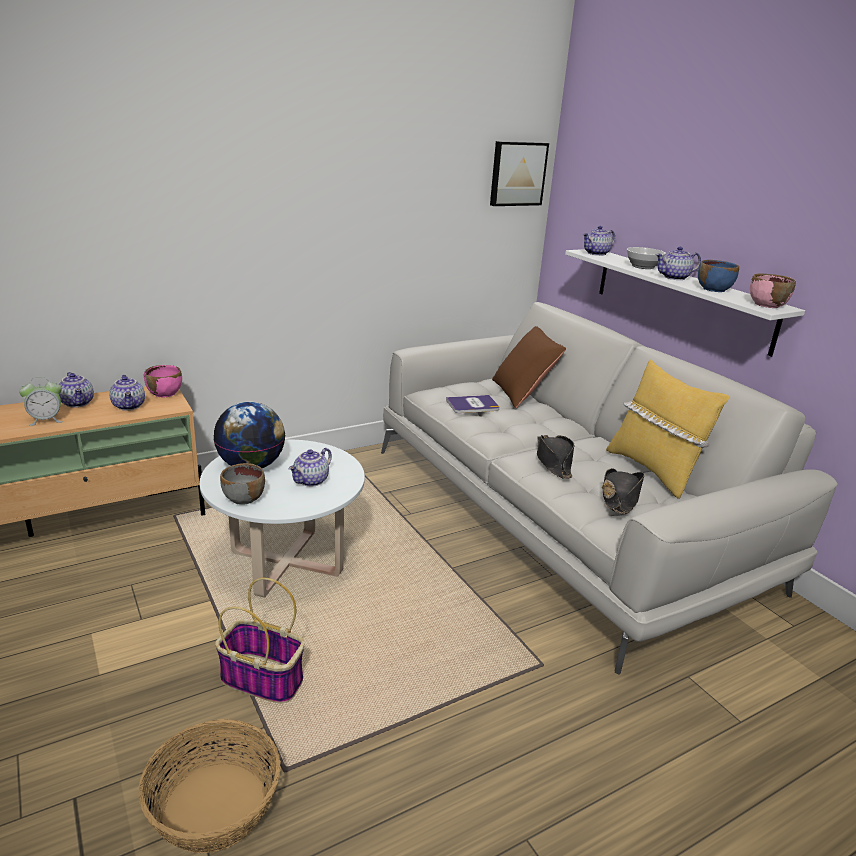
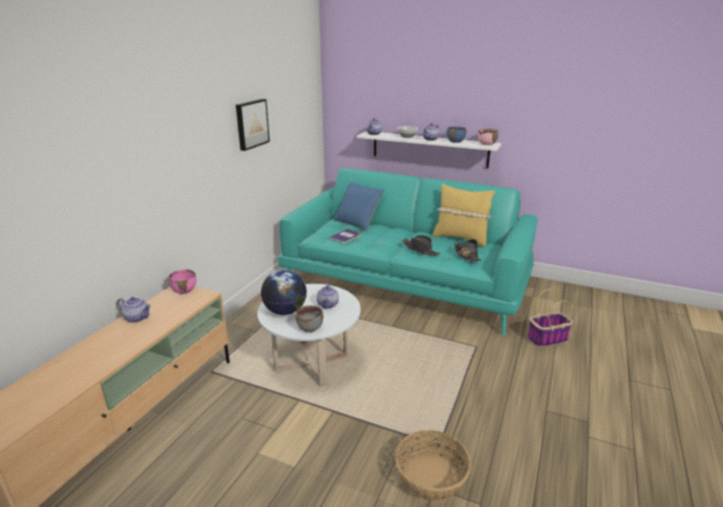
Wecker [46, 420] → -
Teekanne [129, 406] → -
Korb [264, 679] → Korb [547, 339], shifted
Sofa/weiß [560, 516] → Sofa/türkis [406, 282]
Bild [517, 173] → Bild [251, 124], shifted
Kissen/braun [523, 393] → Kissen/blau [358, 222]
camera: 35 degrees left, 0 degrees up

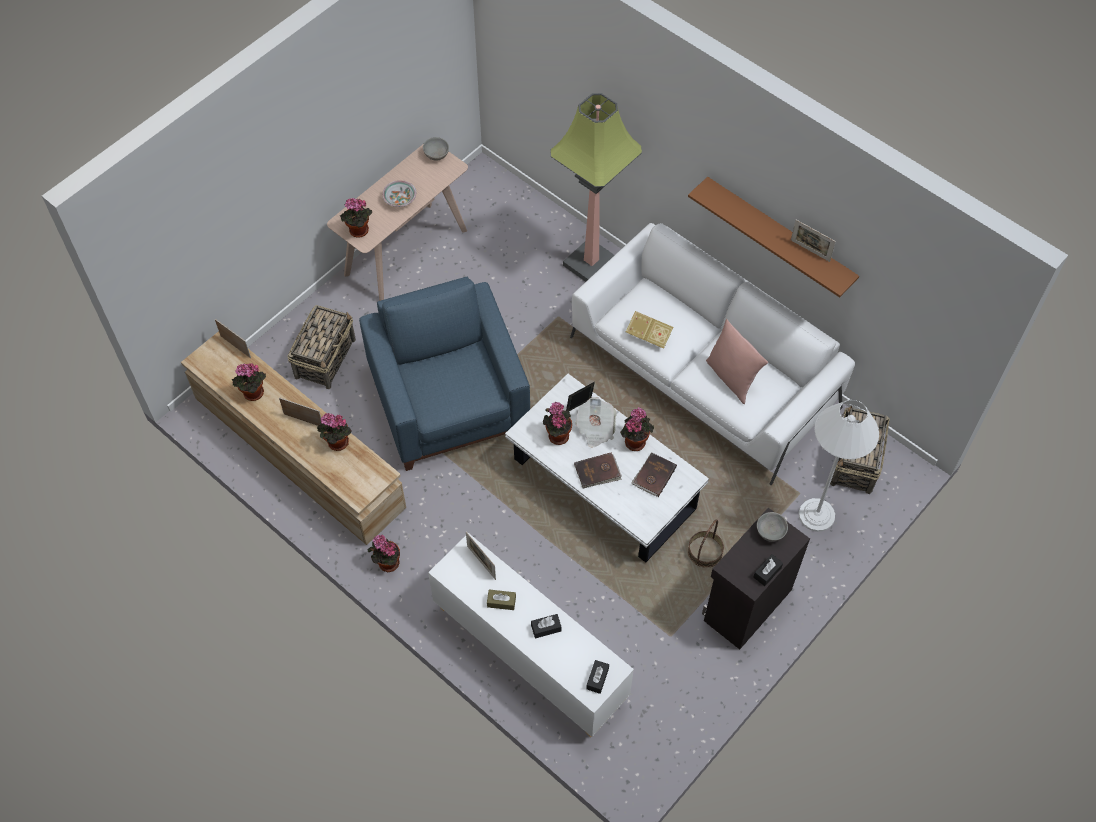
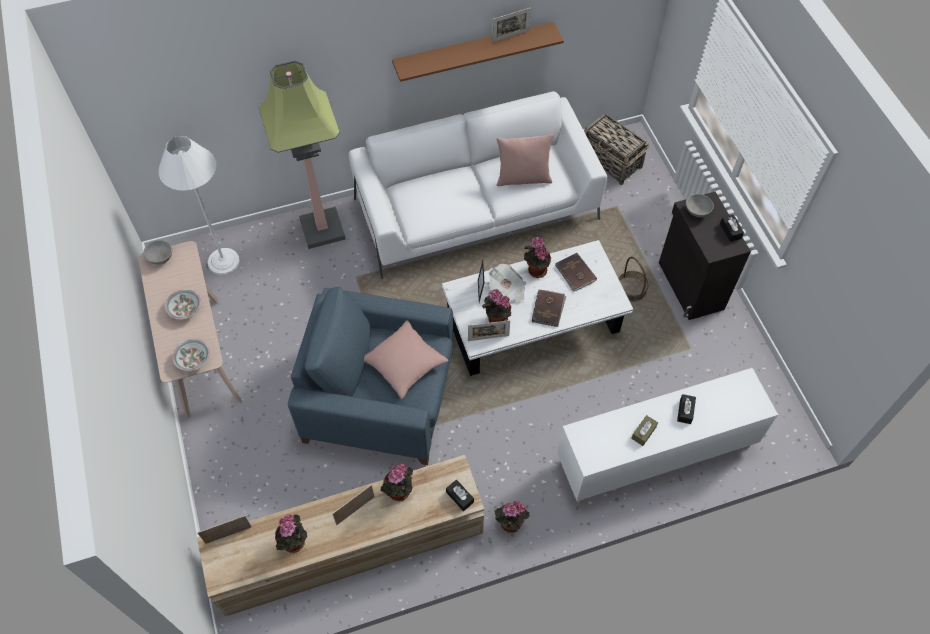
Korb [325, 357] → -
Topfpflanze [358, 232] → Schüssel [193, 359]
Bilderrahmen [481, 562] → Bilderrahmen [488, 338], shifted
Taschentuchbox/schwarz [597, 679] → Taschentuchbox/schwarz [459, 497], shifted
Buch [649, 335] → -
Stehlampe/weiß [816, 515] → Stehlampe/weiß [223, 261], shifted
- → Kissen/rosa [405, 364]
camera: 60 degrees left, 0 degrees up

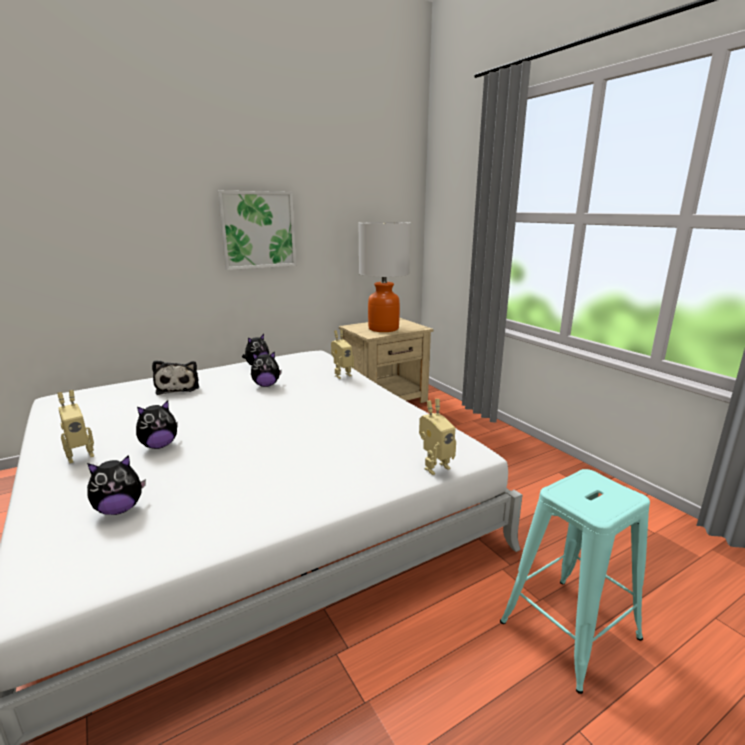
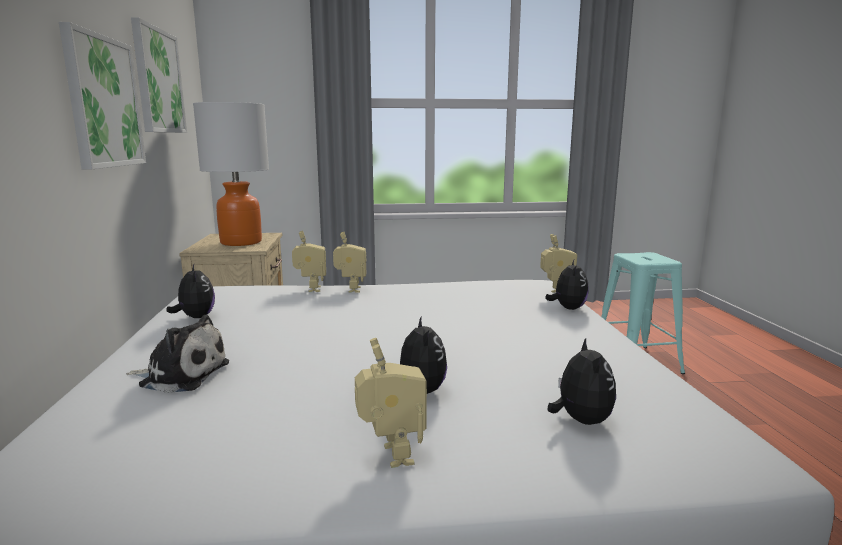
Plüschtier [266, 385] → Plüschtier [568, 308], shifted
- → Bild [158, 81]
- → Spielzeugroboter [350, 290]
camera: 65 degrees left, 5 degrees down

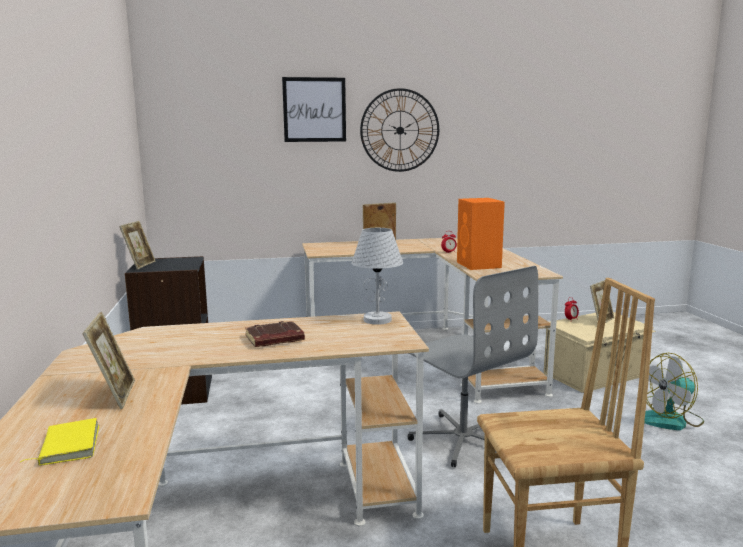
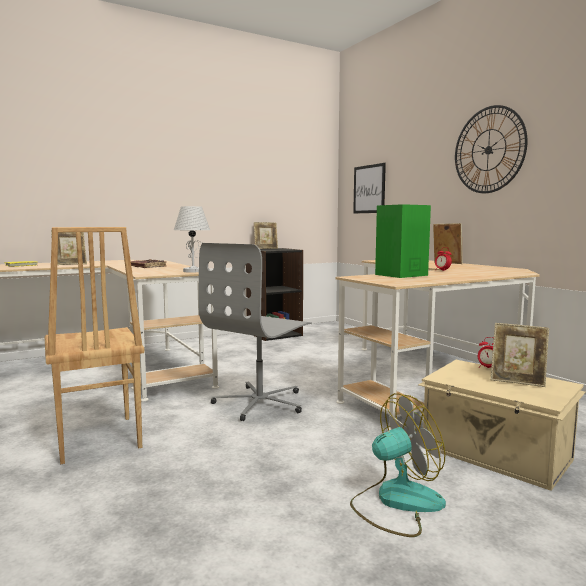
Bild [314, 110] → Bild [369, 189], shifted
Lautsprecher/orange [479, 265] → Lautsprecher/grün [400, 275]
Ventilator [670, 420] → Ventilator [396, 502], 105 degrees clockwise
camera: 70 degrees right, 5 degrees down

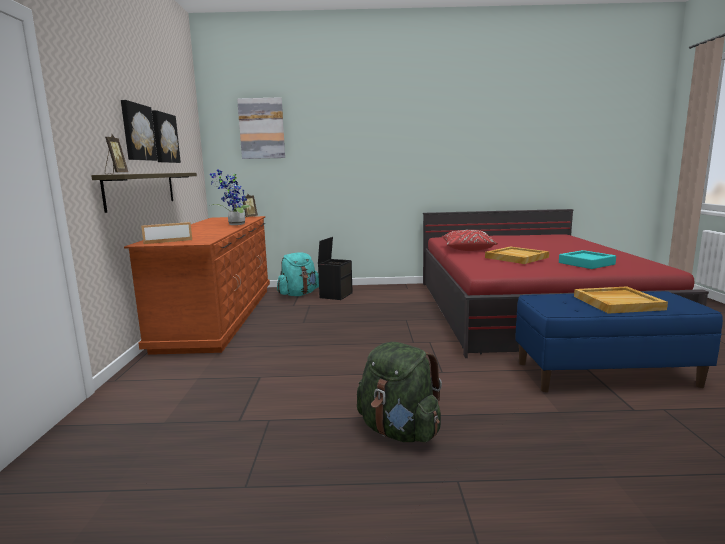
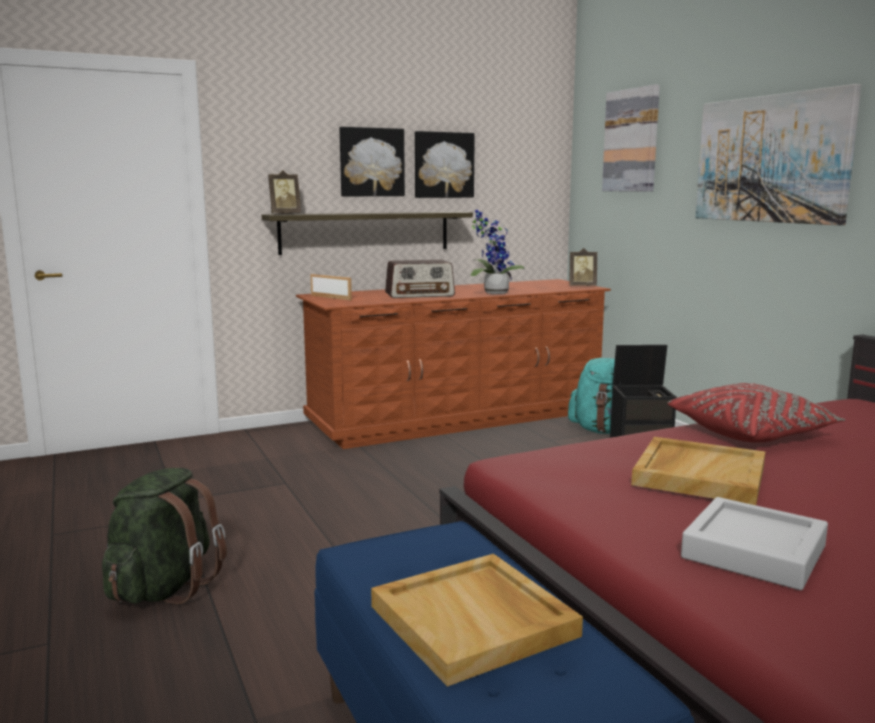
Tablett/türkis [586, 263] → Tablett/grau [753, 552]
- → Radio [420, 295]
- → Bild [771, 159]
camera: 65 degrees right, 0 degrees up

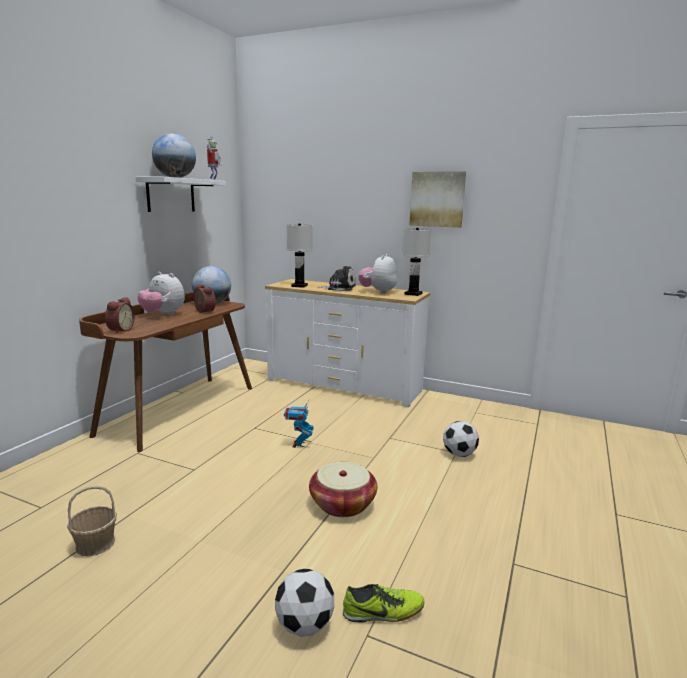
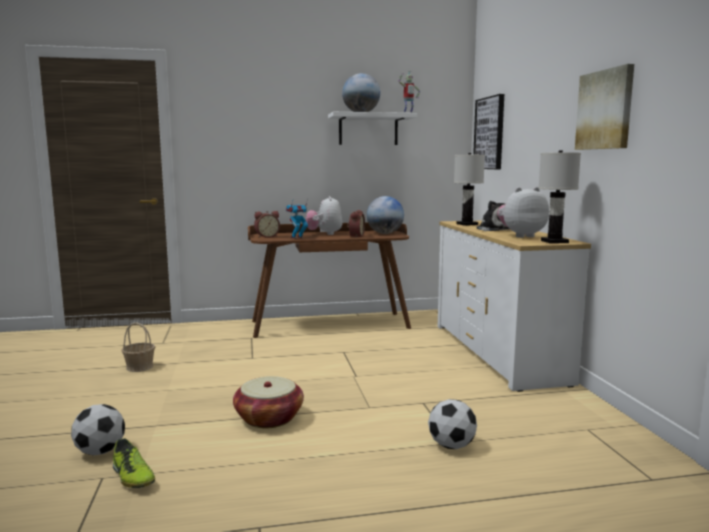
Spielzeugroboter [298, 444] → Spielzeugroboter [297, 238], shifted
- → Bild [489, 133]
camera: 55 degrees right, 5 degrees down

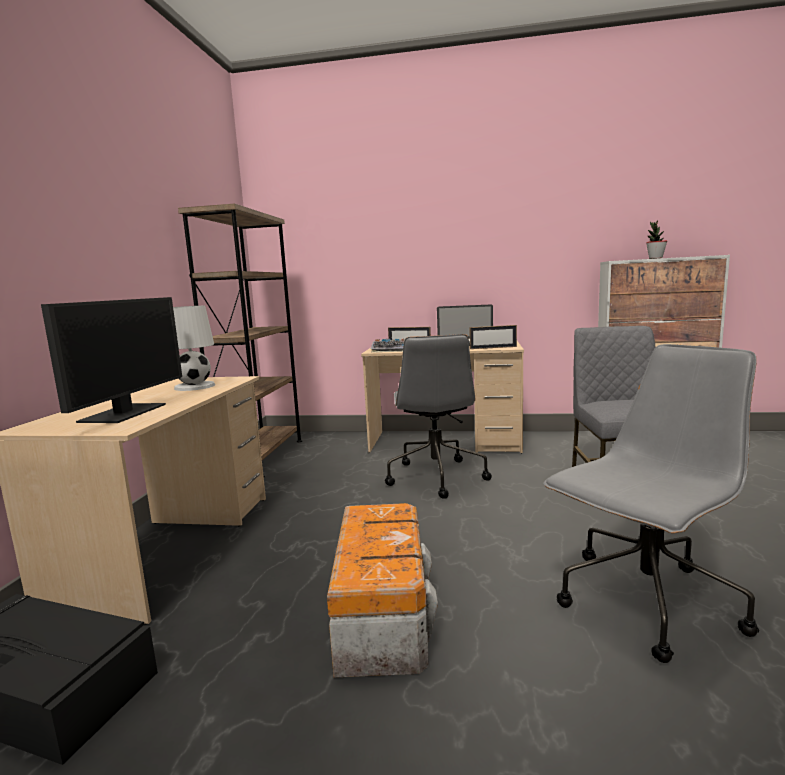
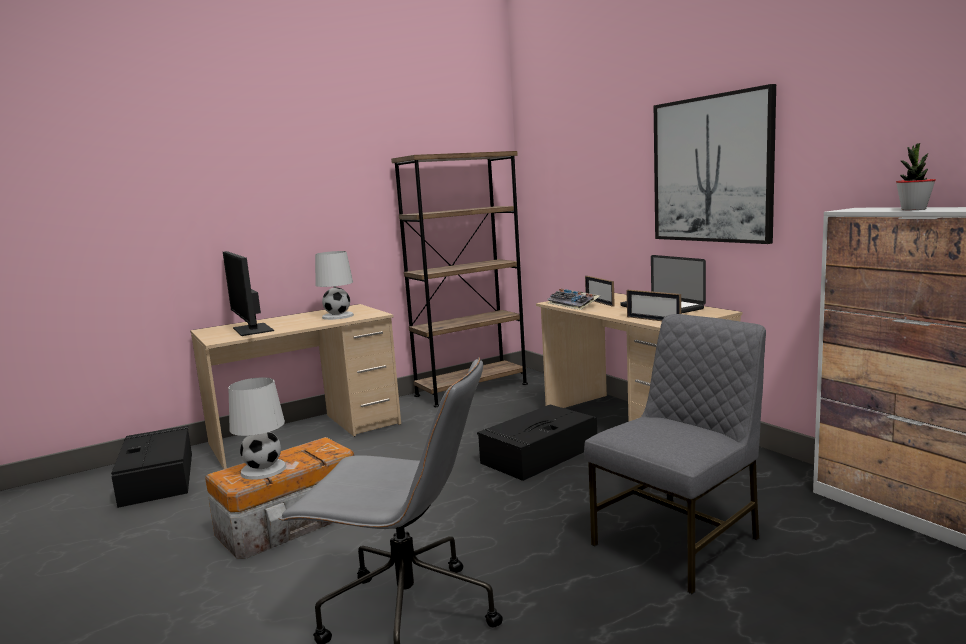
Monitor [124, 413] → Monitor [252, 329], 90 degrees clockwise
Bürostuhl/grau [435, 476] → Aufbewahrungsbox/schwarz [538, 455]
- → Tischlampe/weiß [263, 469]
- → Bild [711, 169]
camera: 50 degrees right, 0 degrees up

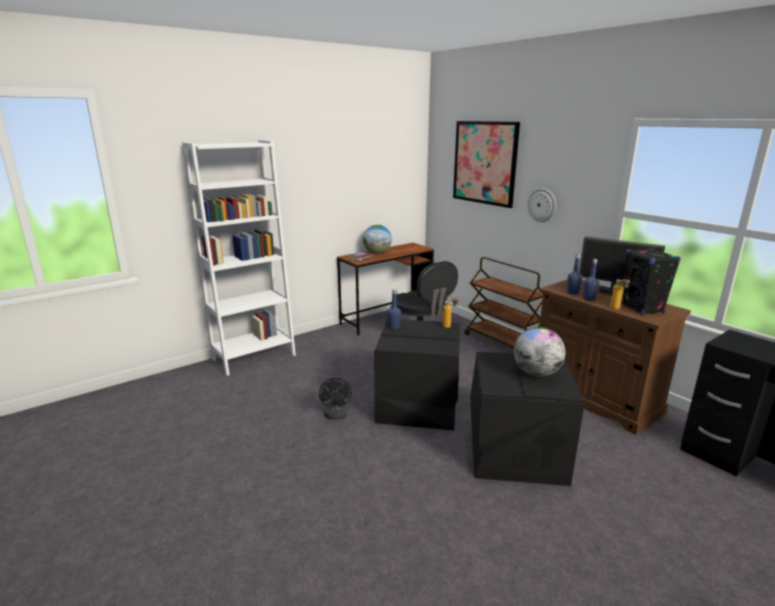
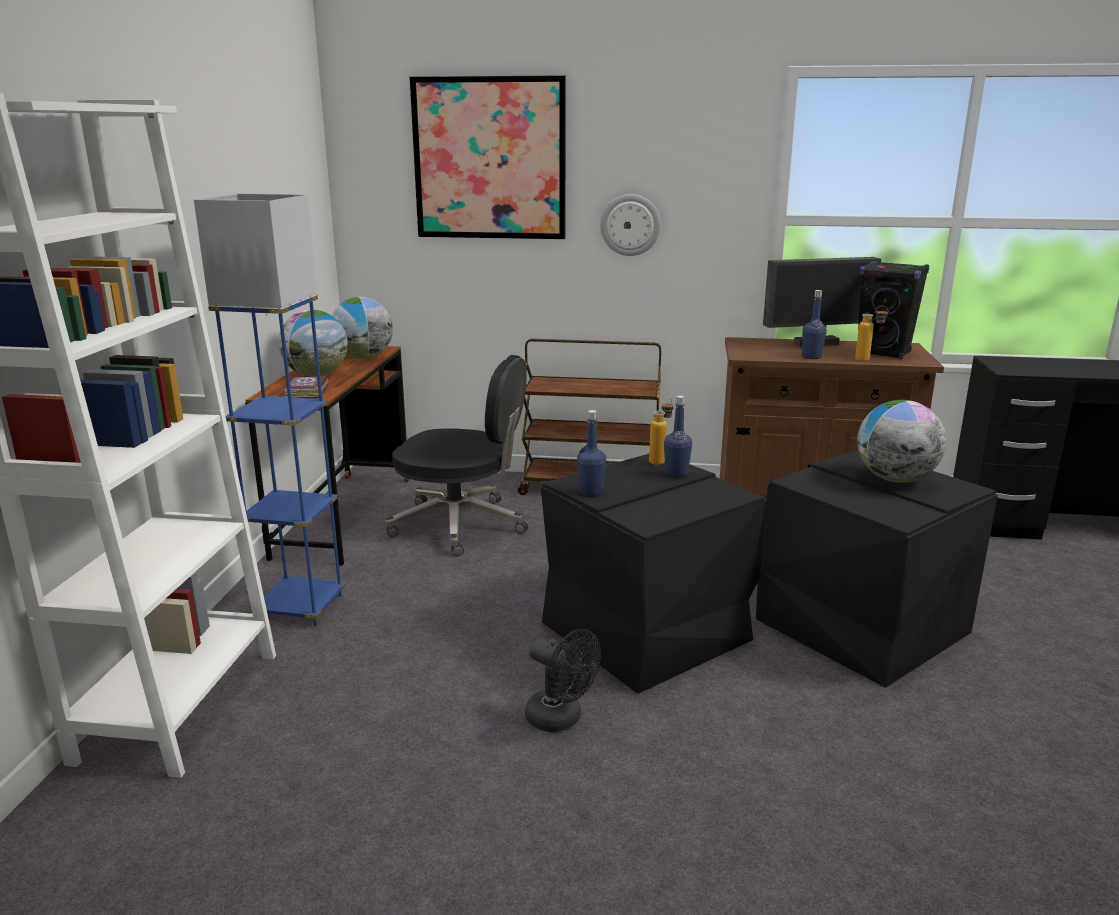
Flasche/blau [572, 292] → Flasche/blau [676, 473], shifted
- → Stehlampe/blau [301, 607]
- → Globus [363, 358]
camera: 45 degrees left, 0 degrees up

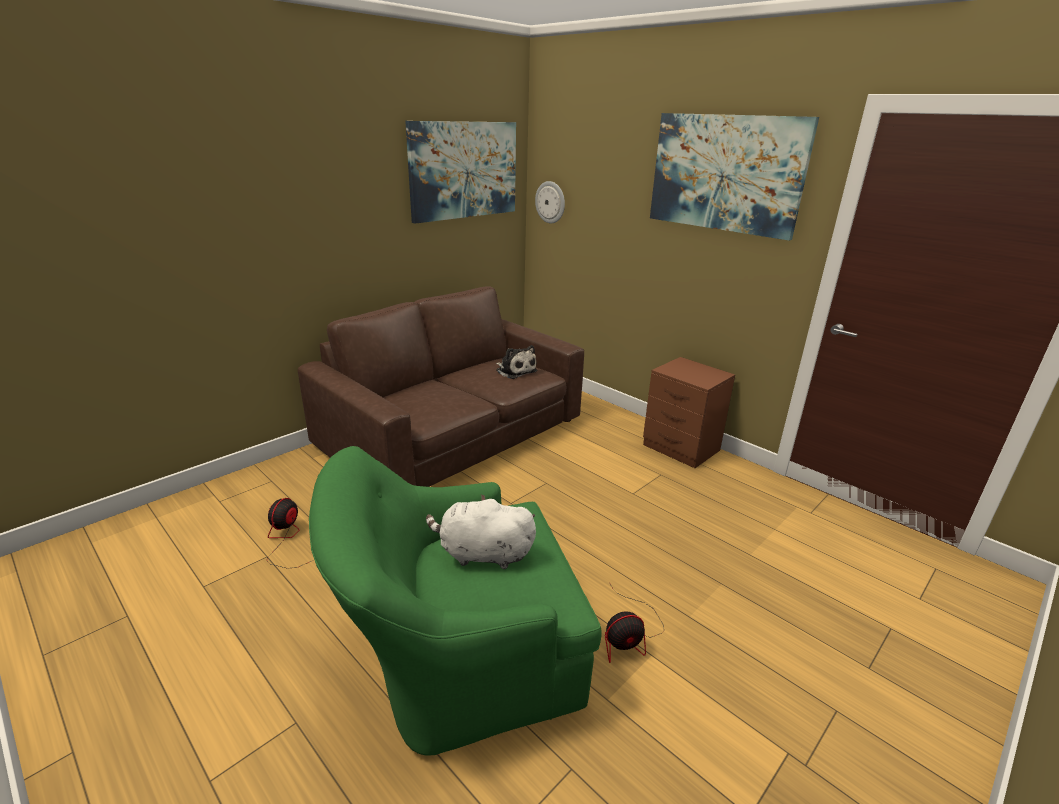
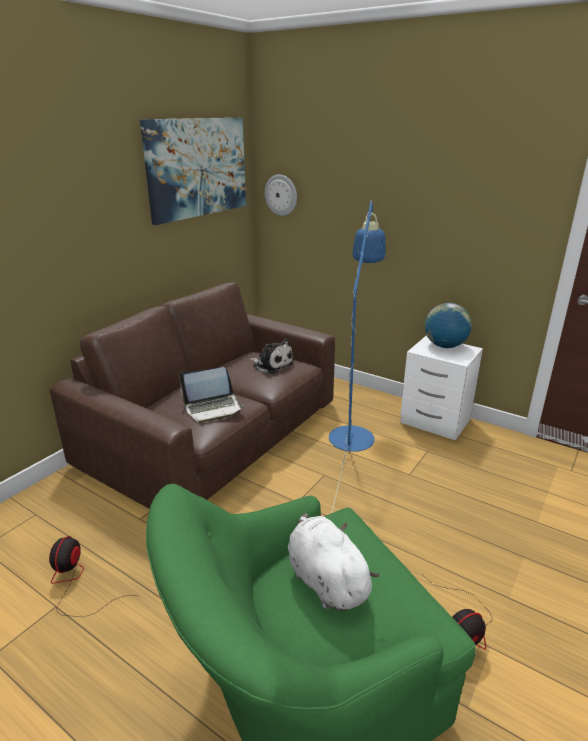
Plüschtier/weiß [482, 554] → Plüschtier/weiß [325, 580], 60 degrees clockwise
Nachttisch/braun [681, 448] → Nachttisch/weiß [436, 422]
Bild [725, 173] → -
- → Laptop [213, 408]
- → Stehlampe/blau [352, 431]
- → Globus [444, 346]
camera: 10 degrees left, 0 degrees up

